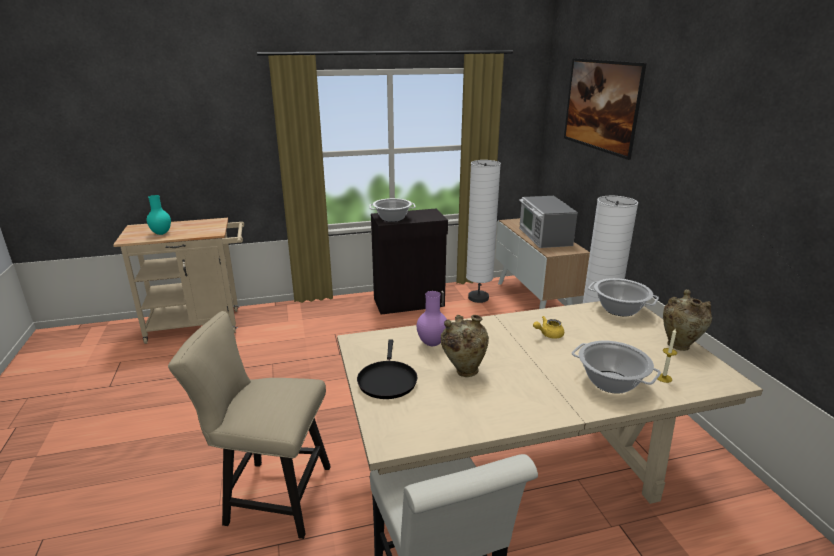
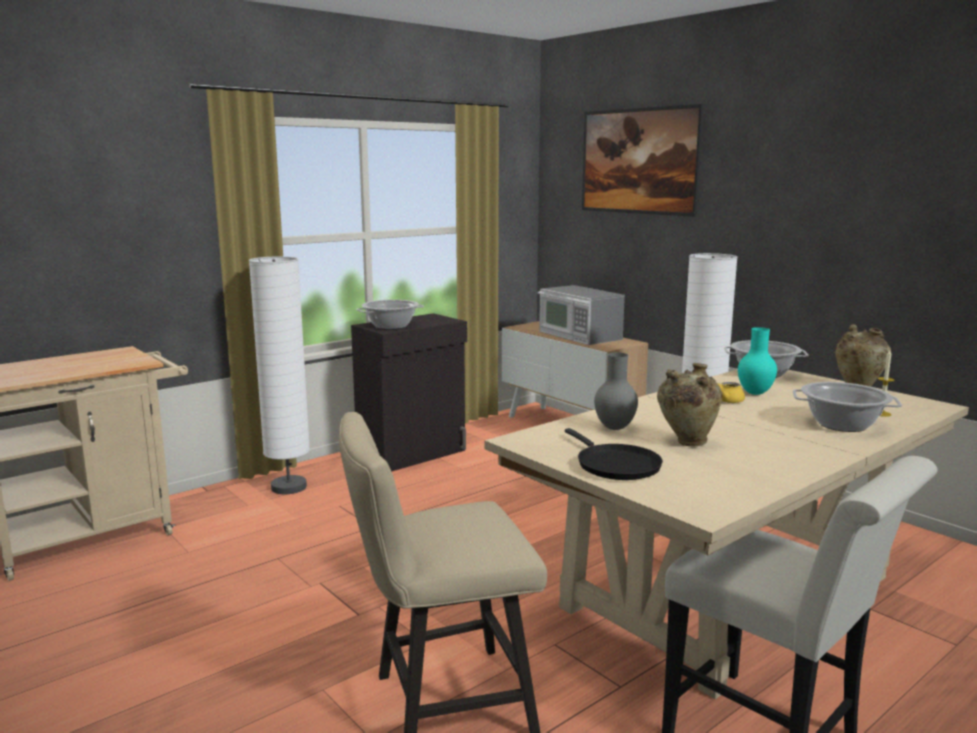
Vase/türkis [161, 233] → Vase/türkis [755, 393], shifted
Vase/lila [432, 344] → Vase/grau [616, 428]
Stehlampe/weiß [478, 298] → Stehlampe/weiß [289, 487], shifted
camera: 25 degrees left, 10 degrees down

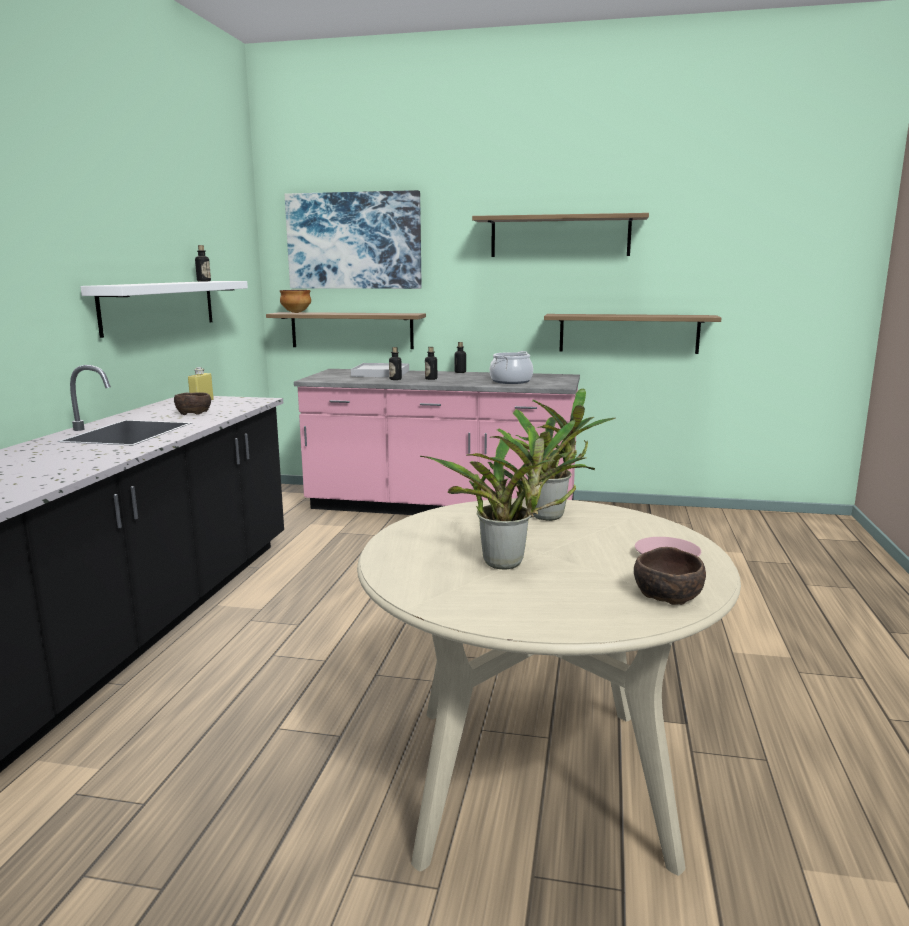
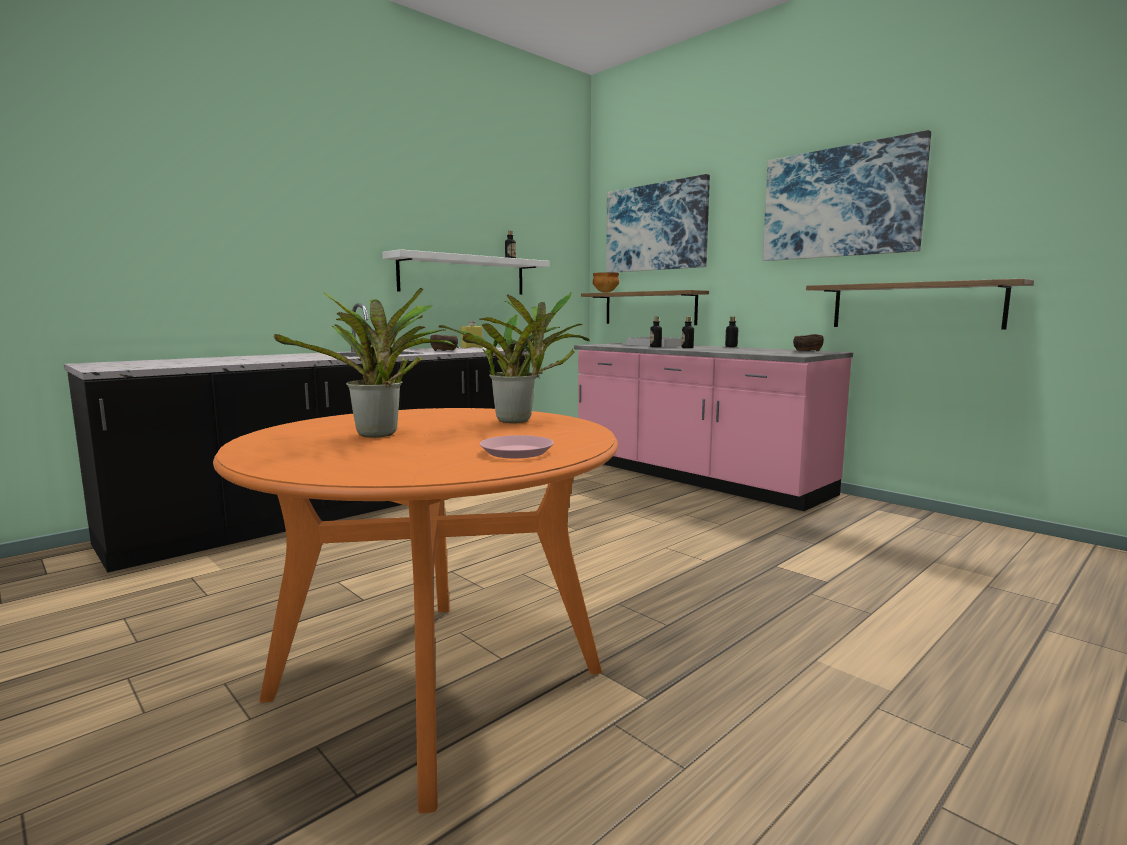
Esstisch/beige [536, 780] → Esstisch/orange [437, 683]
Wandregal [560, 236] → Bild [840, 202]
Kochtopf [510, 381] → -
Schüssel/braun [668, 596] → Schüssel/braun [807, 351], shifted
camera: 35 degrees right, 5 degrees down

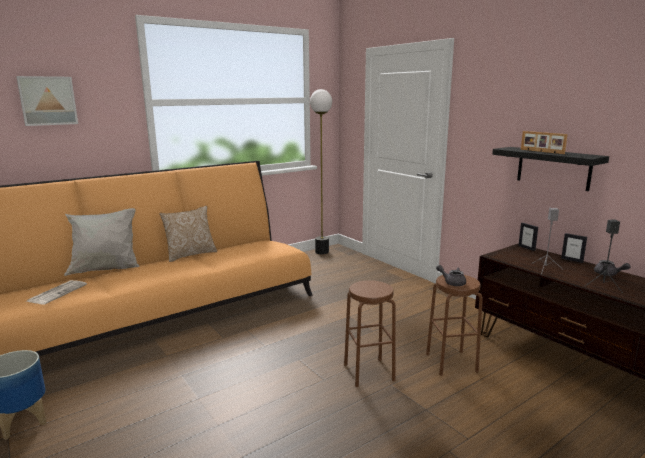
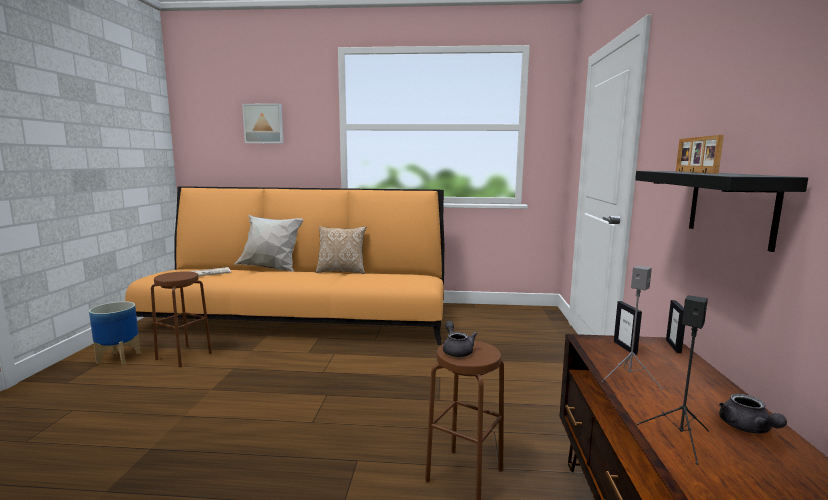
Stehlampe [322, 252] → -
Hocker/braun [369, 372] → Hocker/braun [184, 356], shifted
Bilderrahmen [572, 260] → Bilderrahmen [625, 347], shifted
camera: 40 degrees right, 5 degrees down

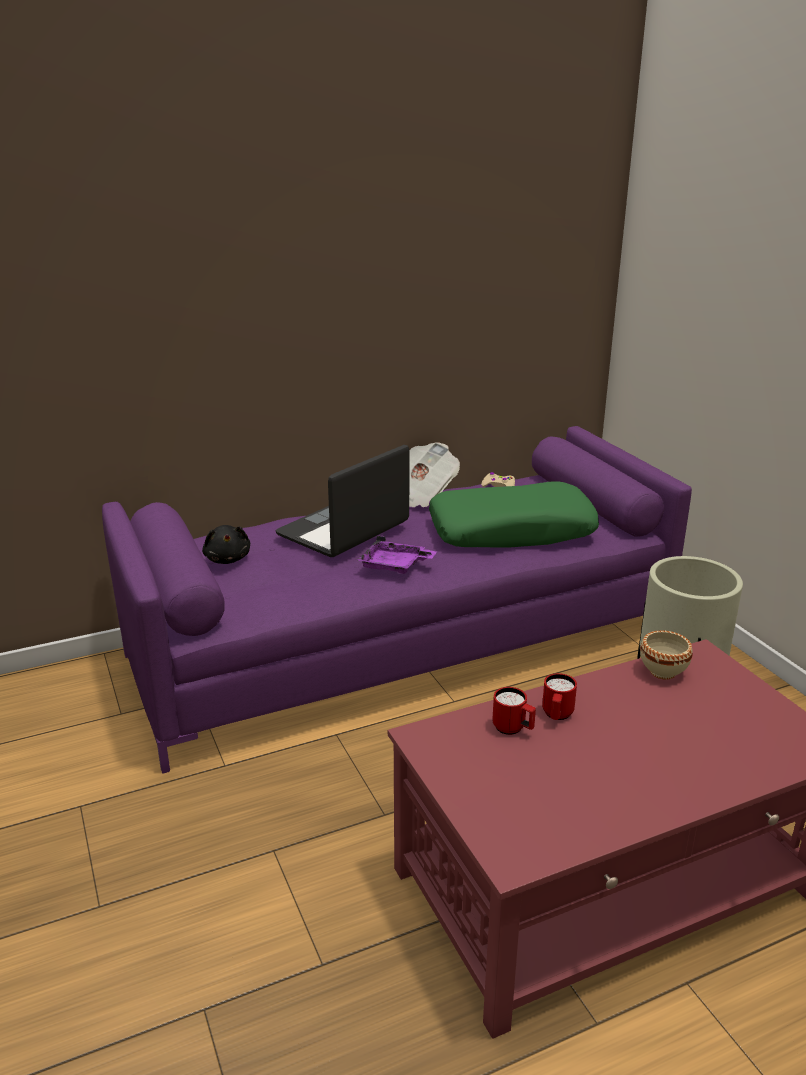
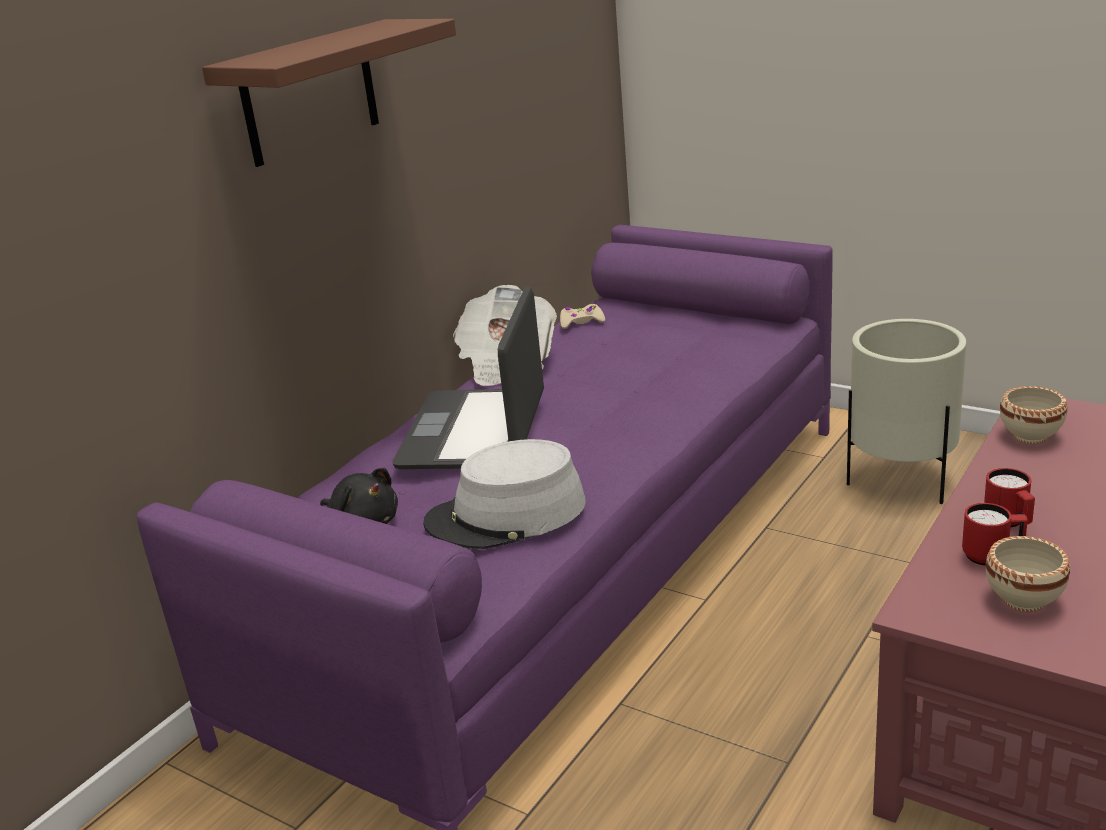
Tablett/lila [395, 565] → -
Kissen/grün [511, 531] → -
- → Wandregal/braun [310, 93]
- → Hut/grau [506, 515]
- → Schüssel/beige [1026, 600]
camera: 30 degrees left, 0 degrees up

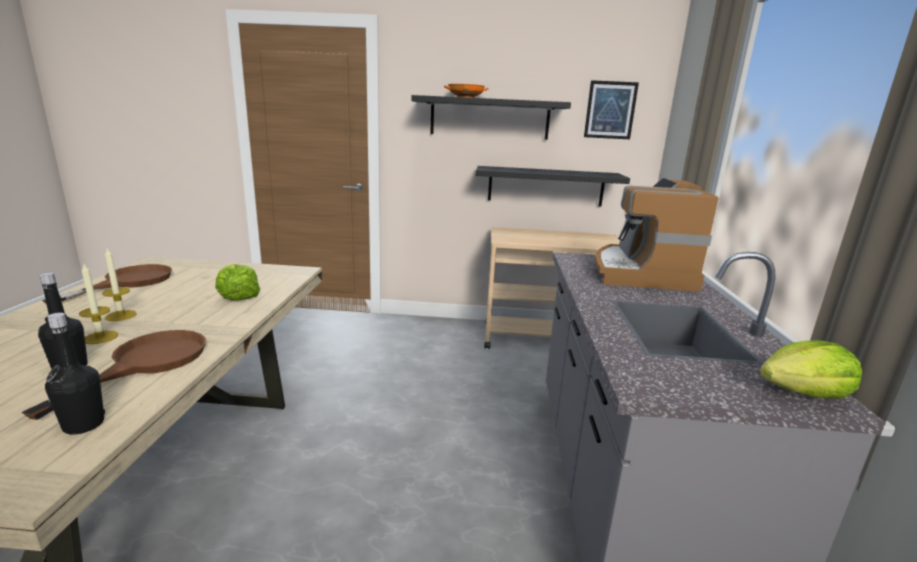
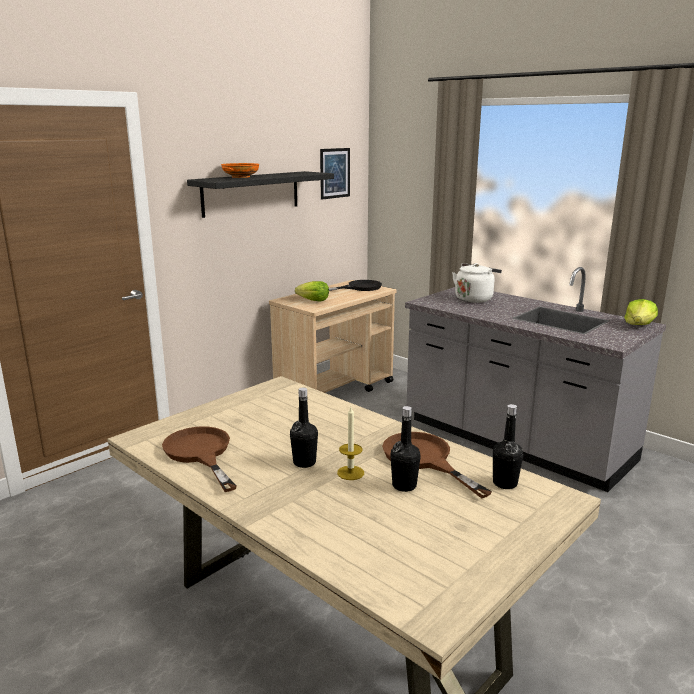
Kerze [121, 315] → Flasche/schwarz [304, 462]
Salatkopf [238, 296] → Salatkopf [313, 300], shifted
Wandregal/schwarz [545, 186] → -
Kaffeemaschine [640, 273] → Wasserkessel/weiß [474, 299]
- → Pfanne/schwarz [358, 288]
camera: 50 degrees left, 0 degrees up

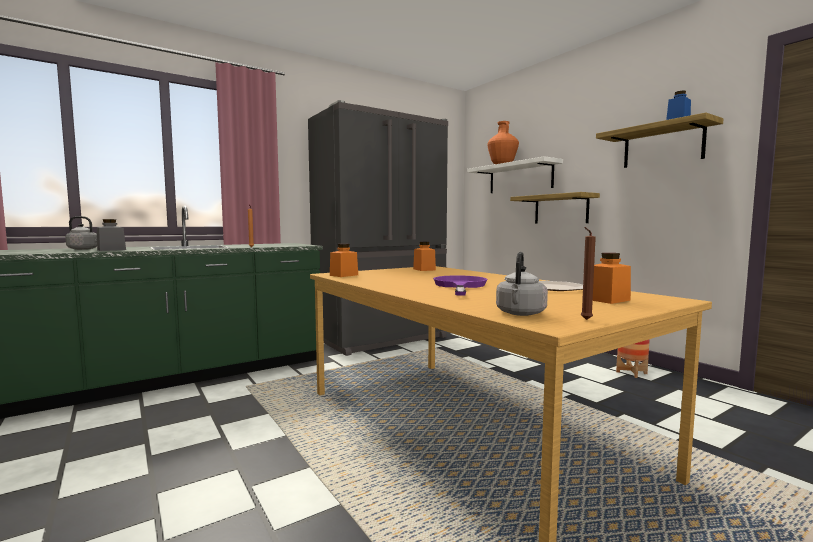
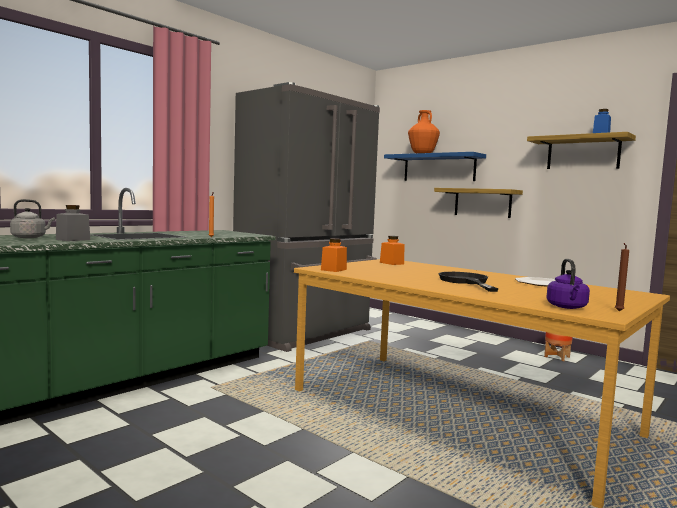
Pfanne/lila [459, 286] → Pfanne/schwarz [466, 282]
Wandregal/weiß [520, 178] → Wandregal/blau [439, 168]
Wasserkessel/grau [520, 314] → Wasserkessel/lila [567, 307]
Vorratsglas/orange [608, 300] → -
camera: 15 degrees left, 0 degrees up

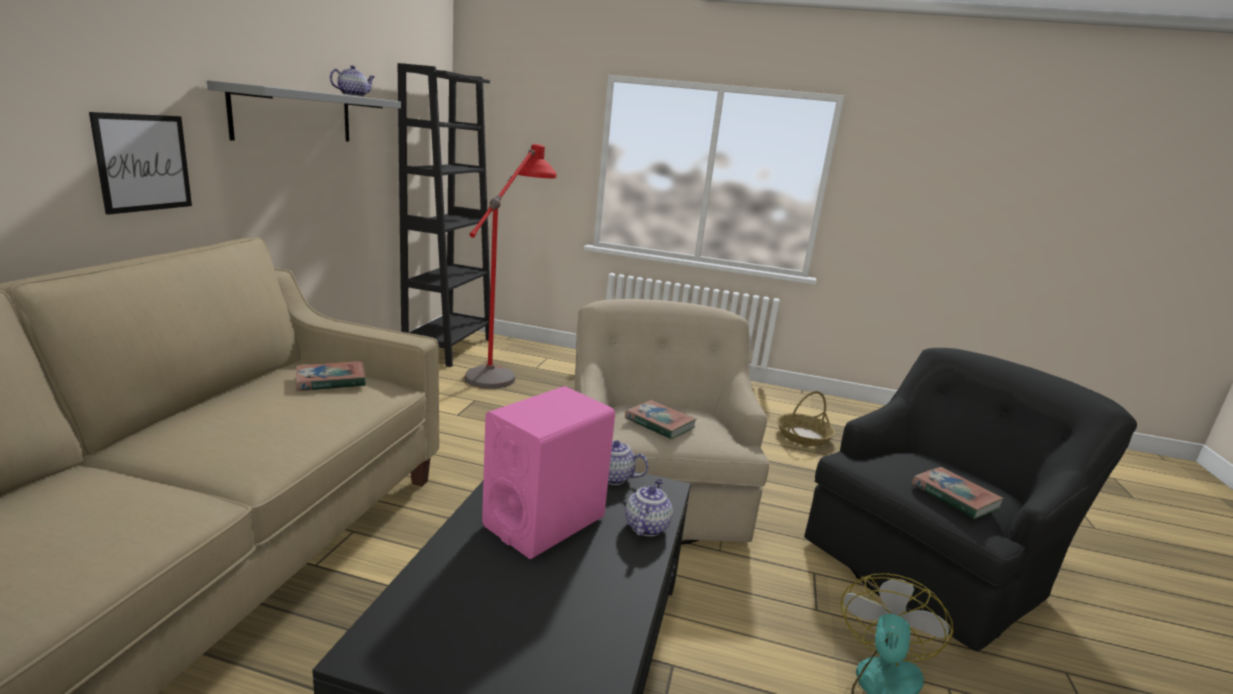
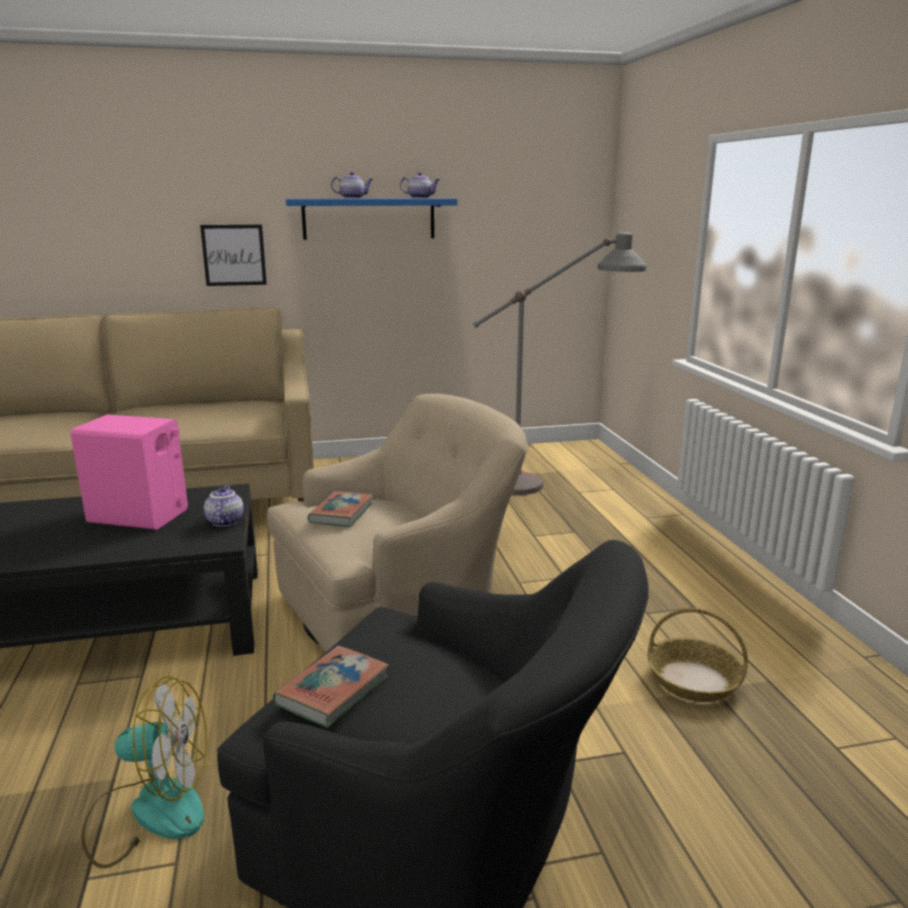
Wandregal/grau [294, 115] → Wandregal/blau [369, 218]
Buch [331, 381] → -
Bücherregal/schwarz [449, 348] → -
Stehlampe/rot [505, 367] → Stehlampe/grau [553, 482]
Teekanne [646, 526] → Teekanne [353, 198], shifted
camera: 65 degrees right, 0 degrees up

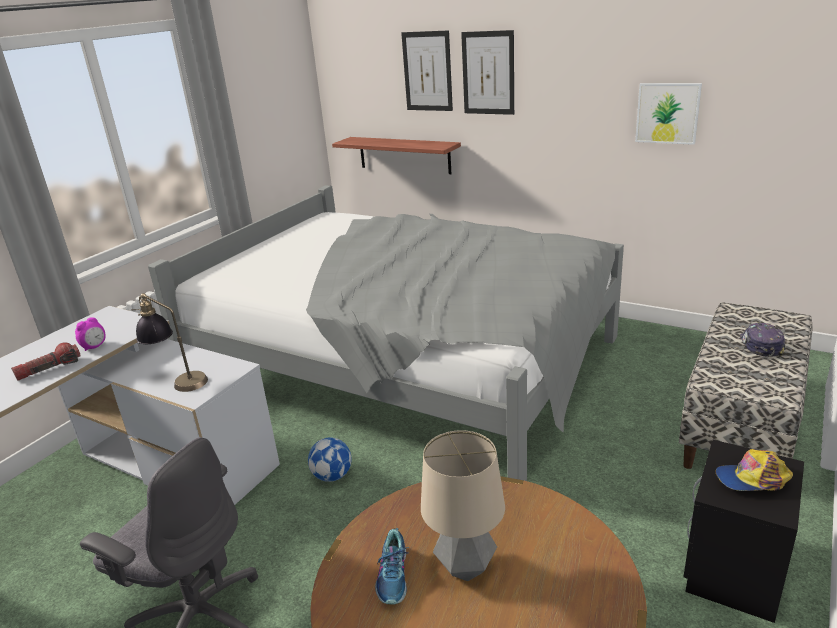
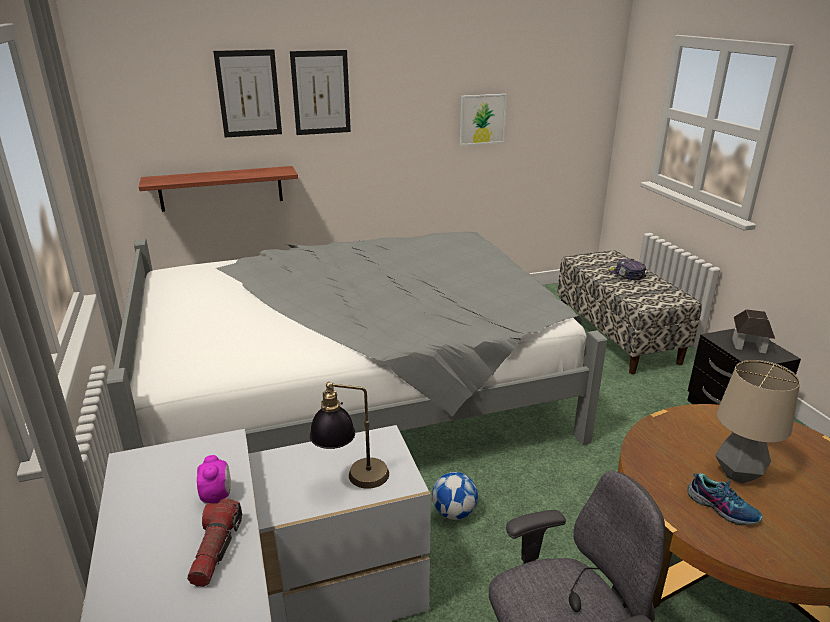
Kappe [752, 479] → Spielzeughaus [748, 345]
camera: 50 degrees left, 0 degrees up

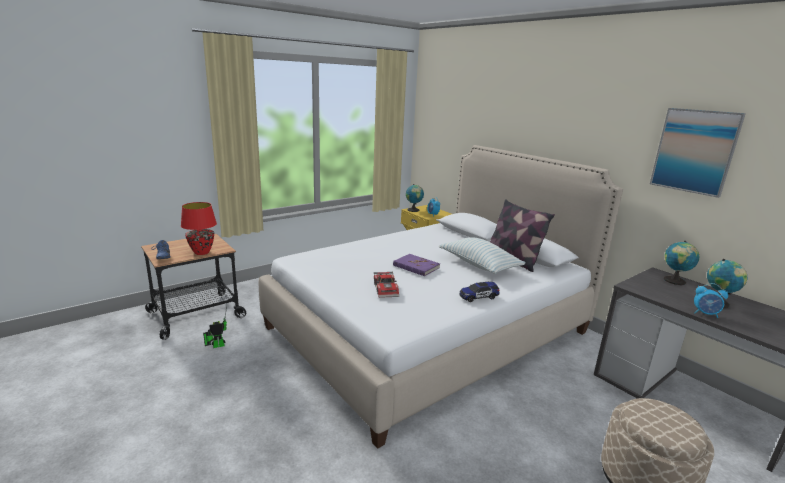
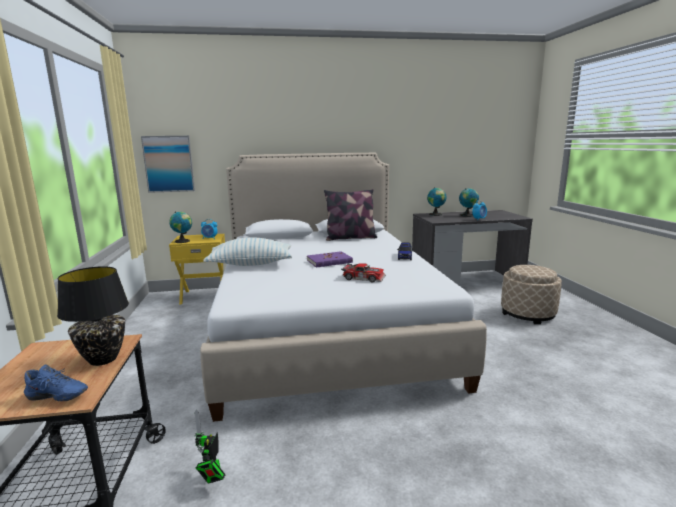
Tischlampe/rot [201, 252] → Tischlampe/schwarz [104, 359]
Kissen [479, 265] → Kissen [251, 264], shifted
Bild [694, 151] → Bild [169, 164], shifted
camera: 60 degrees left, 5 degrees down

